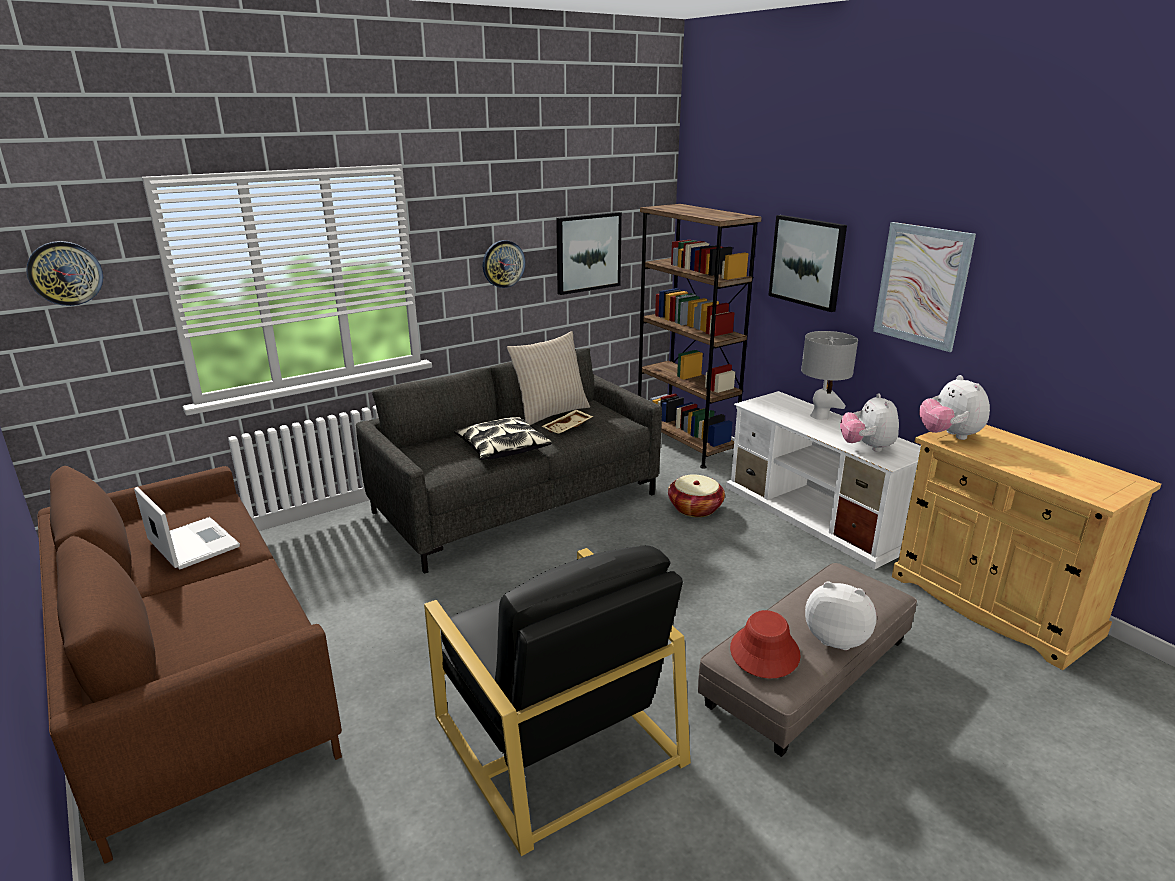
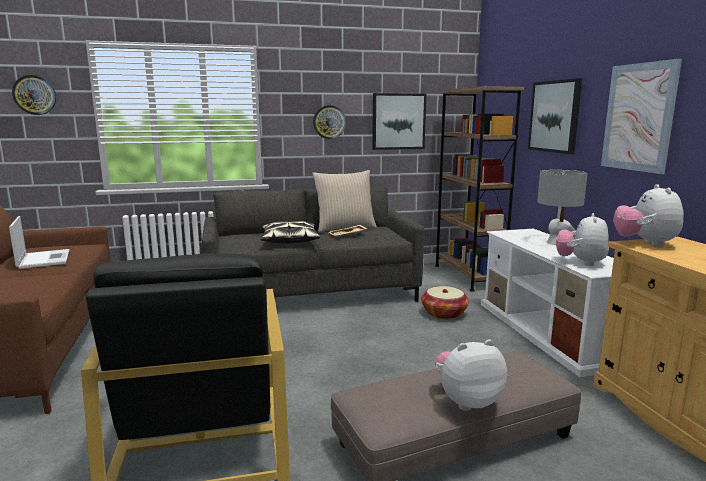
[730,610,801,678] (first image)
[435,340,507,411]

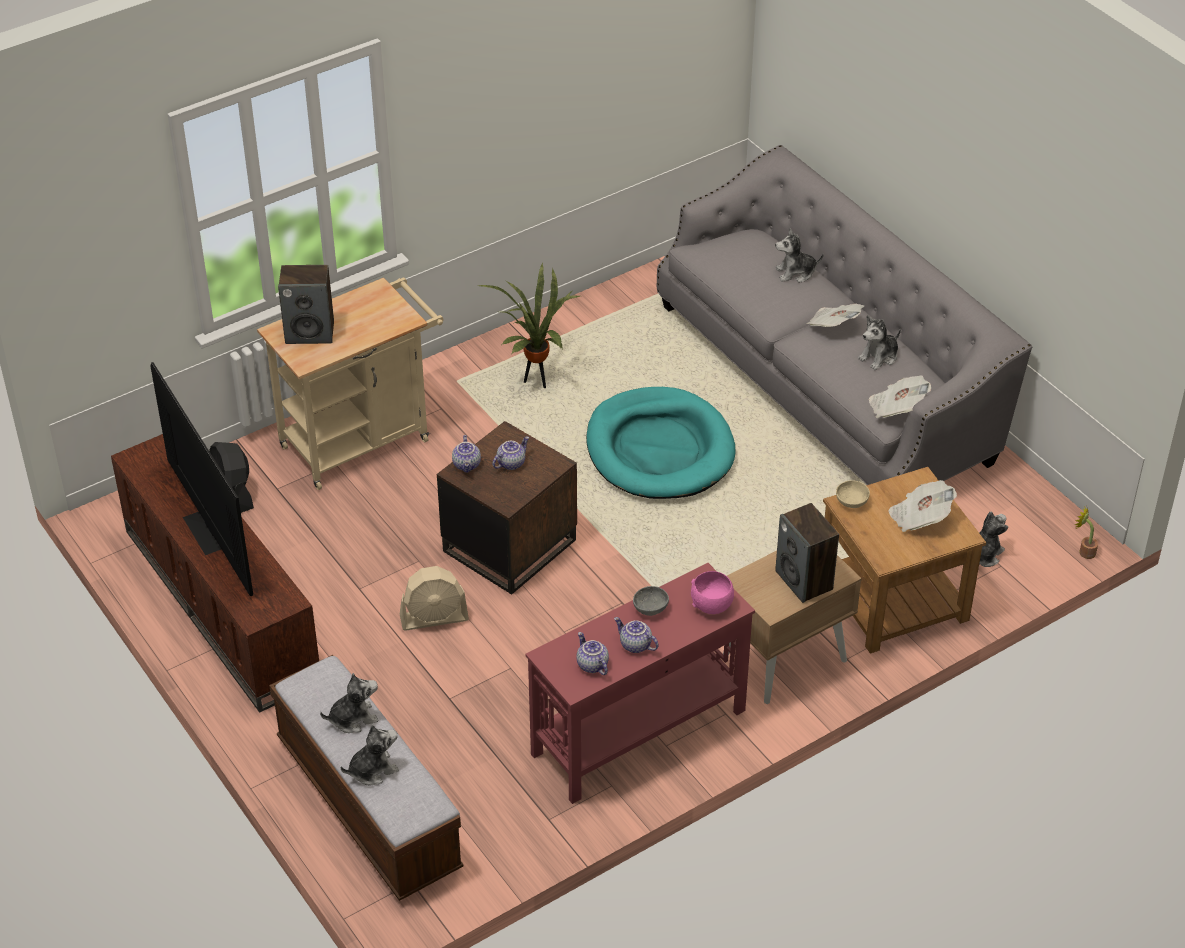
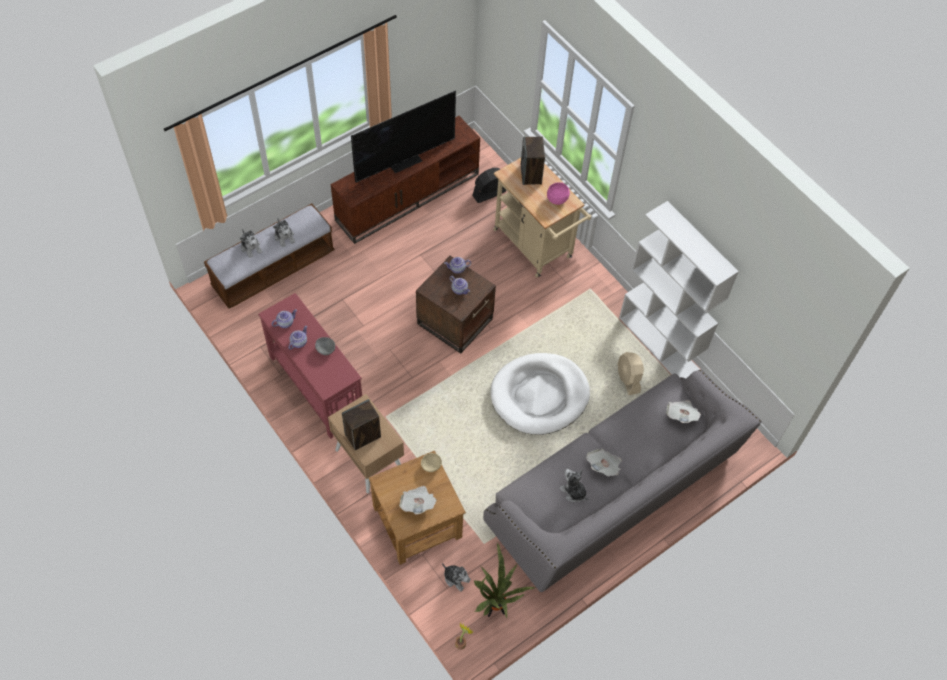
[617,352,644,395]
[473,543,535,618]
[490,353,590,435]
[547,182,570,205]
[775,228,823,283] (first image)
[666,400,701,423]
[619,201,739,378]

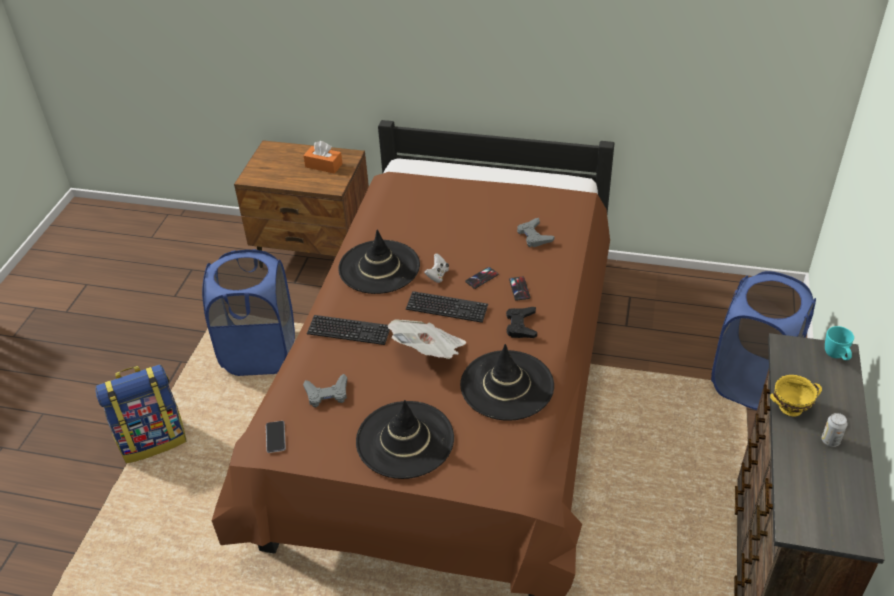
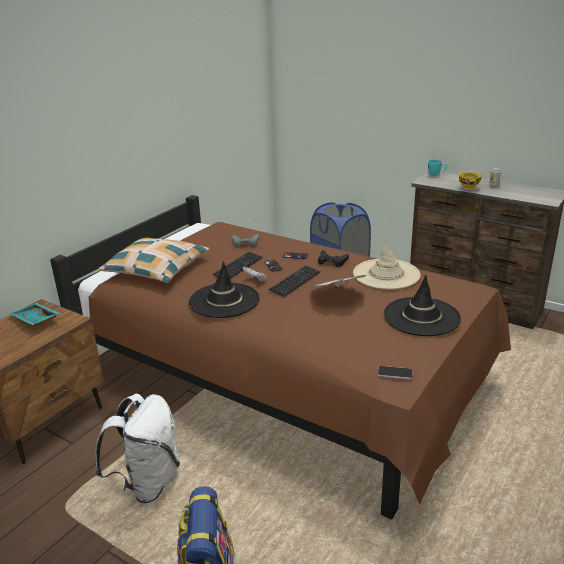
[95,394,180,503]
[9,303,60,325]
[303,374,347,407] (first image)
[213,252,263,279]
[353,238,421,290]
[98,238,209,283]

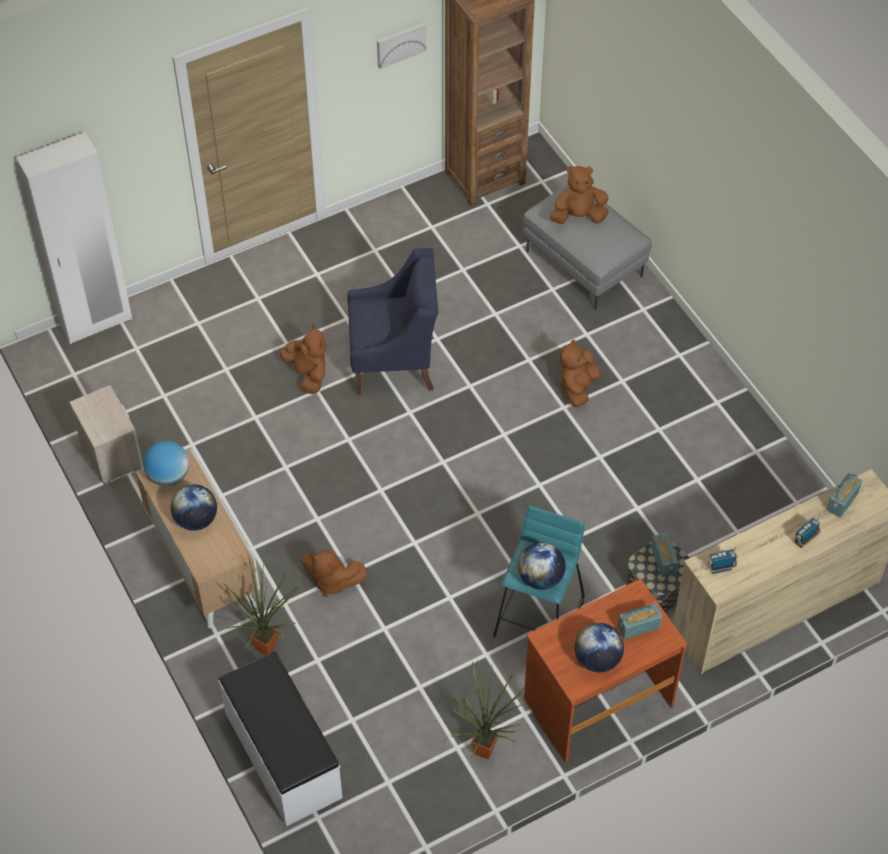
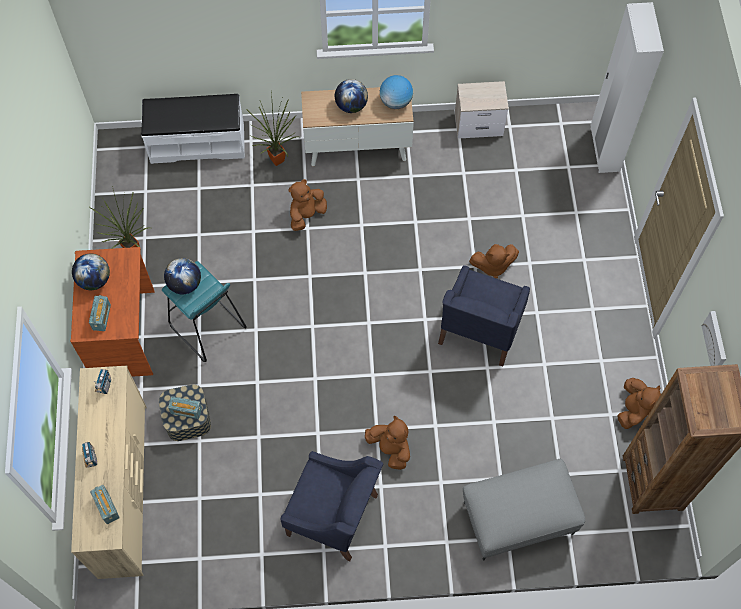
[617,378,661,429]
[281,451,383,561]

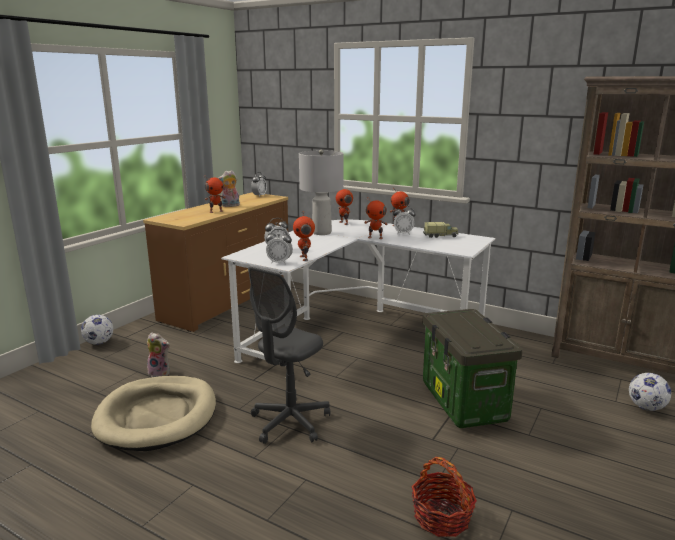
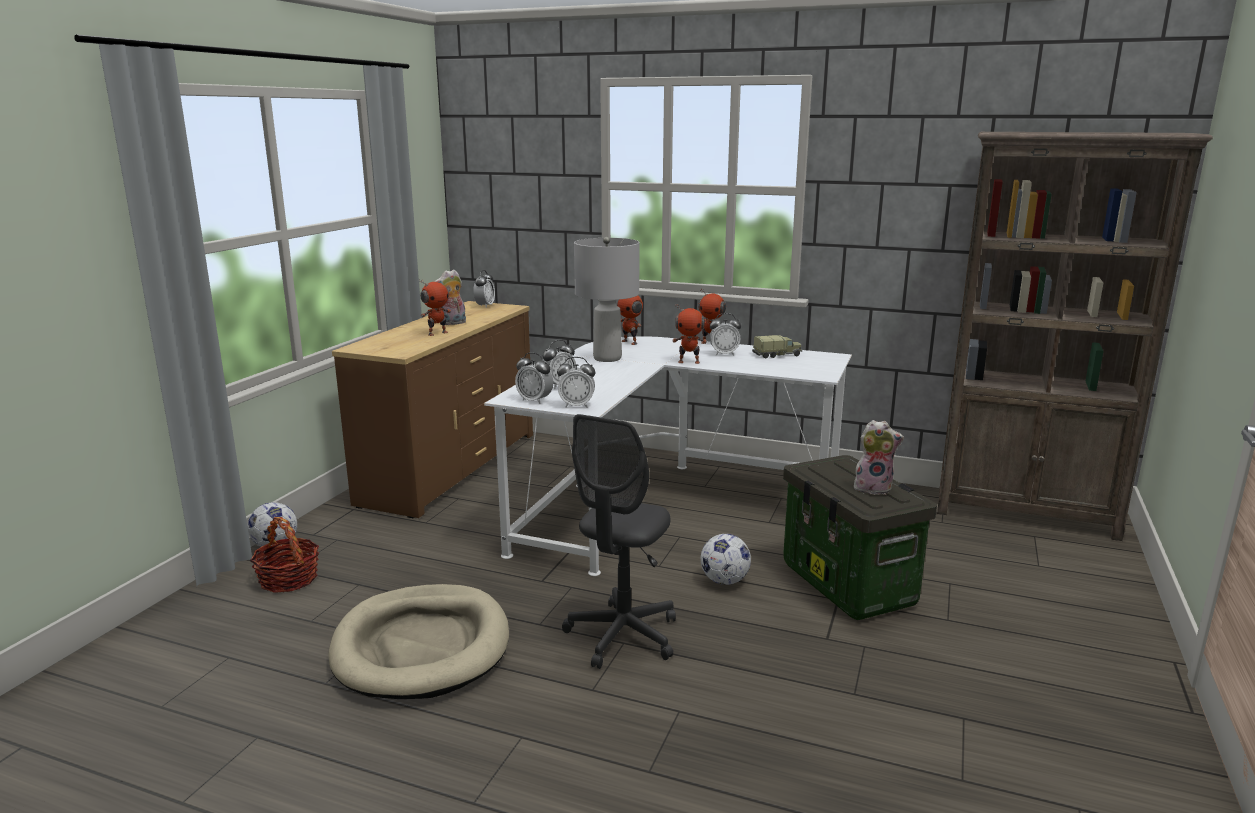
[854,420,904,495]
[293,212,315,261] (first image)
[250,517,319,593]
[701,534,751,585]
[515,352,553,404]

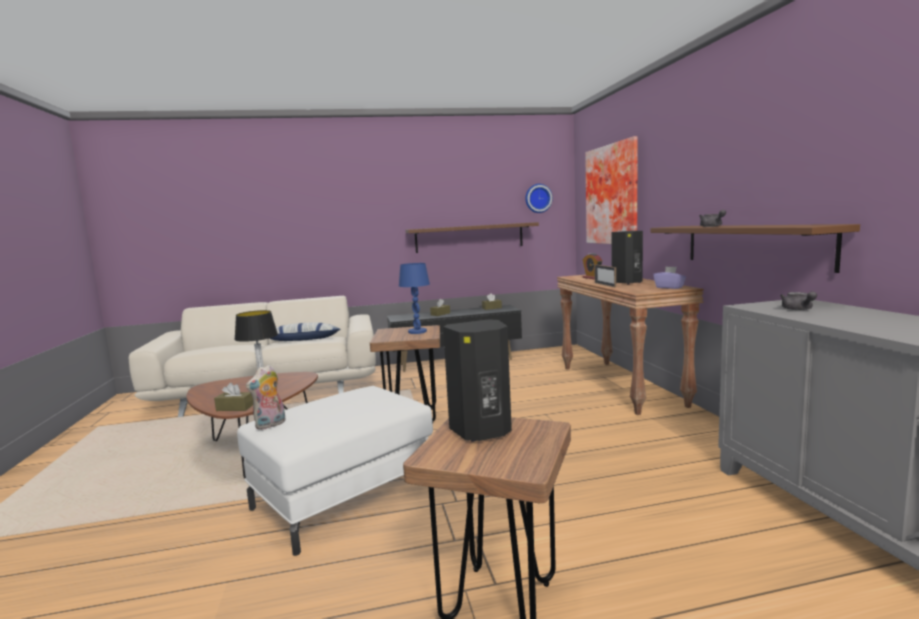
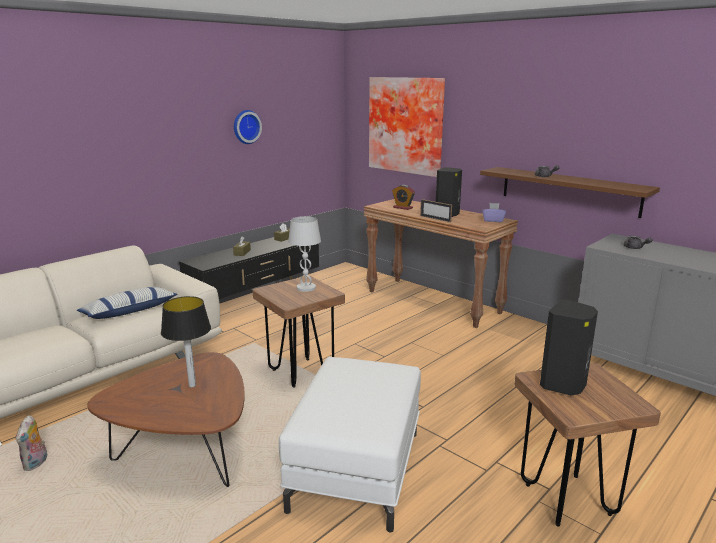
[214,383,253,411] (first image)
[16,415,47,471]
[288,216,321,292]
[405,222,539,253] (first image)
[234,110,262,144]

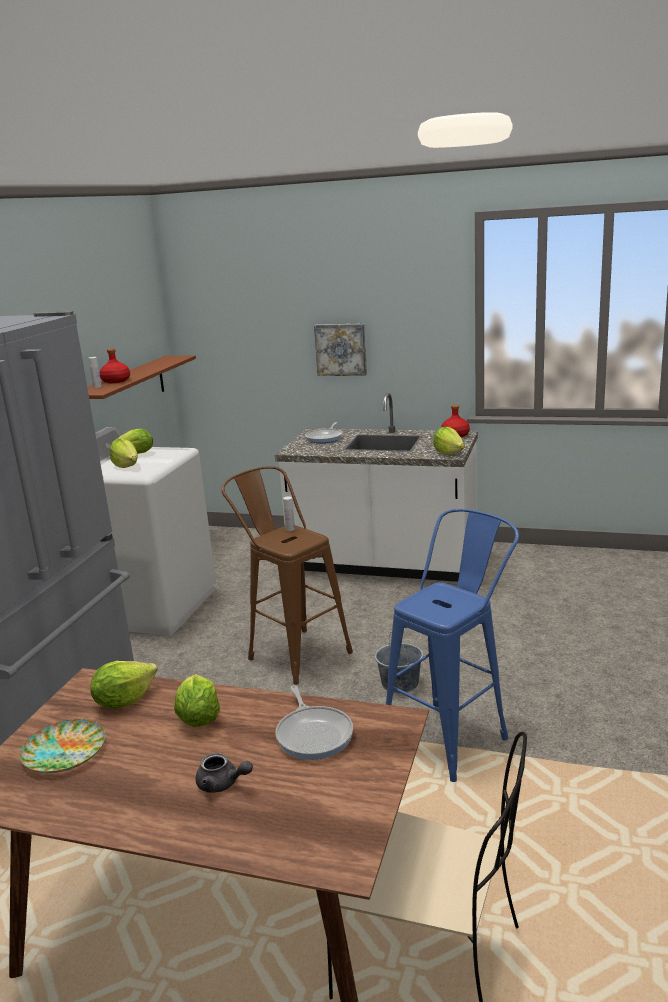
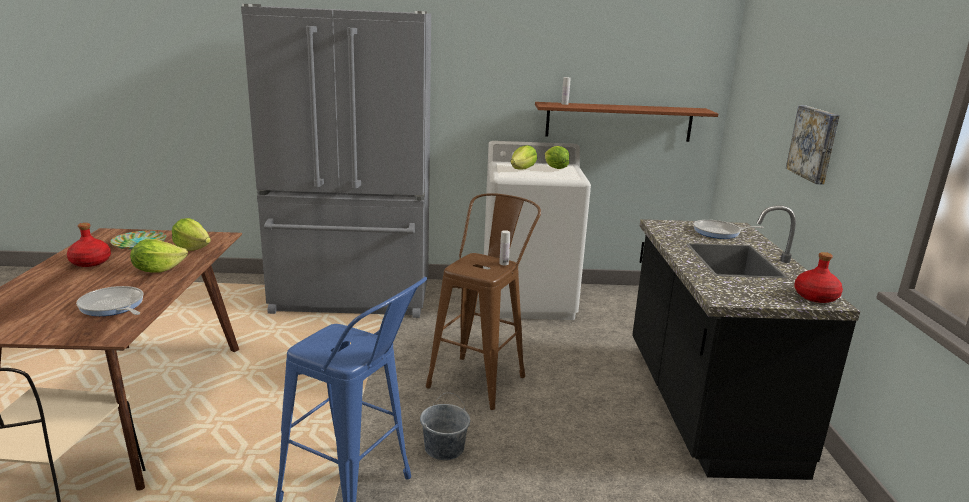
[67,223,111,267]
[195,753,253,793] (first image)
[632,205,860,480]
[76,286,143,316]
[433,427,465,455] (first image)

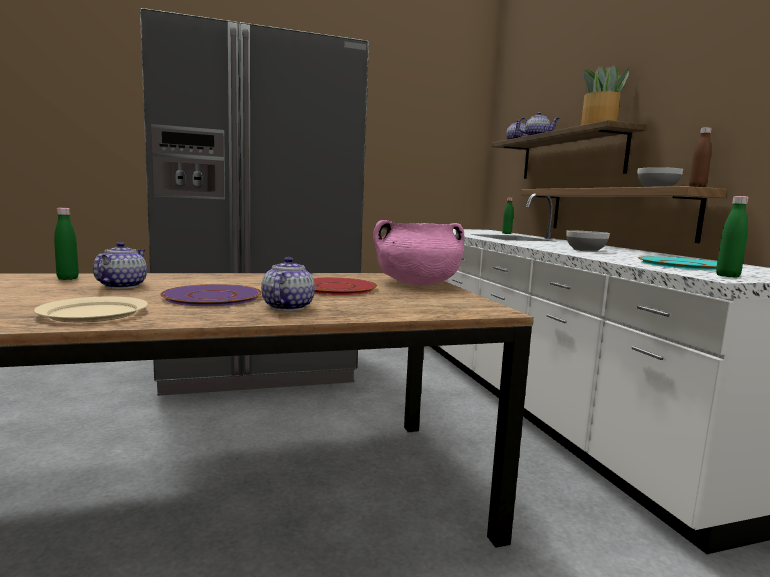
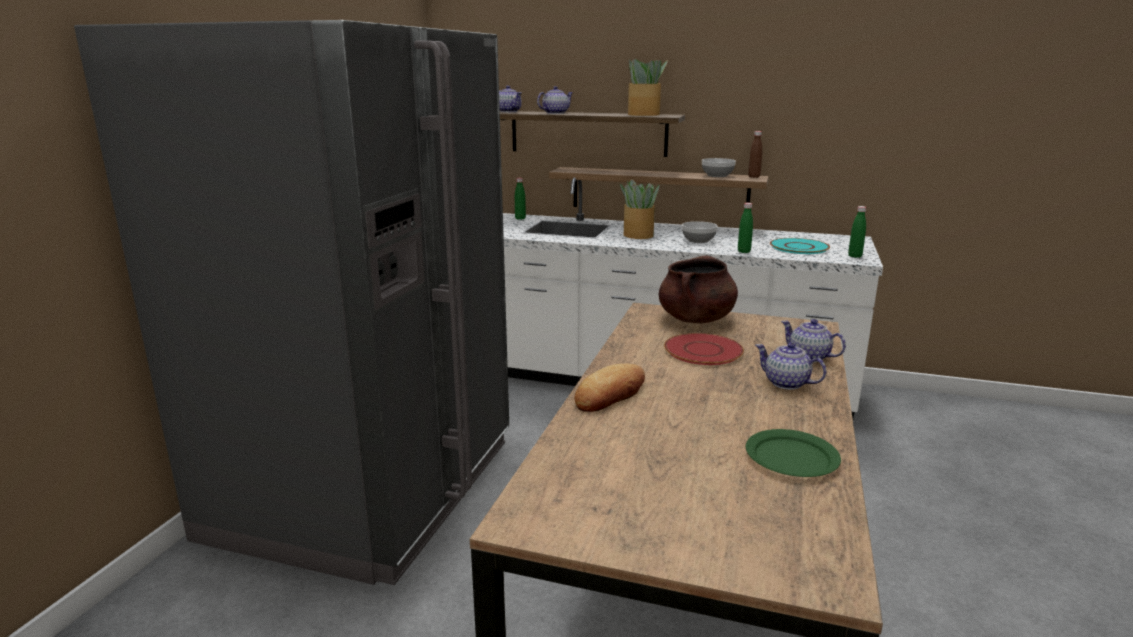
[746,429,841,477]
[738,203,753,253]
[781,319,846,362]
[160,284,262,306] (first image)
[659,255,738,323]
[574,363,645,412]
[620,179,660,239]

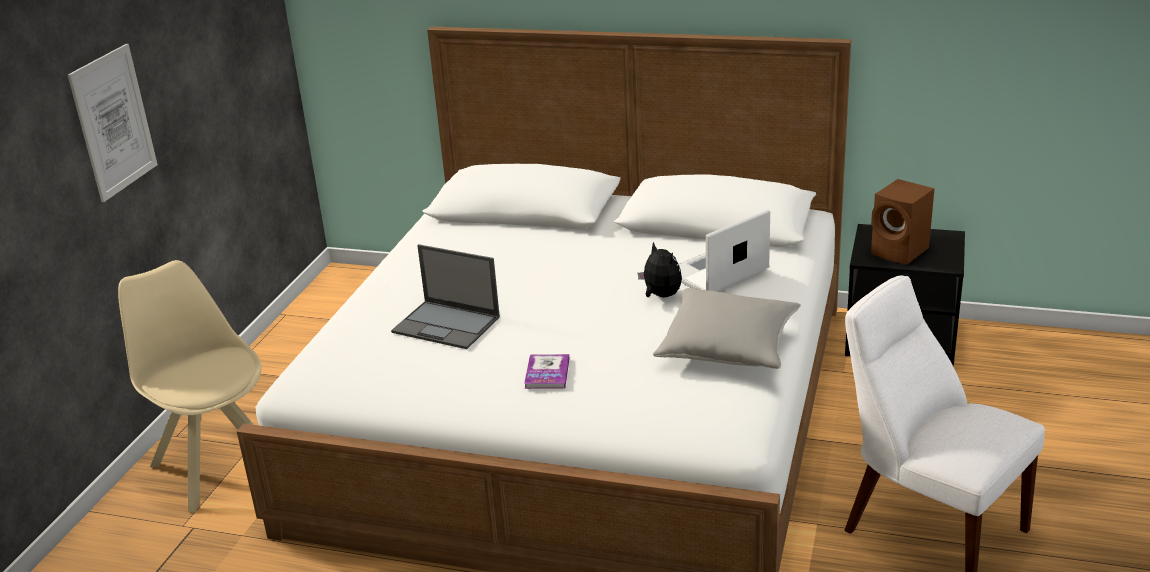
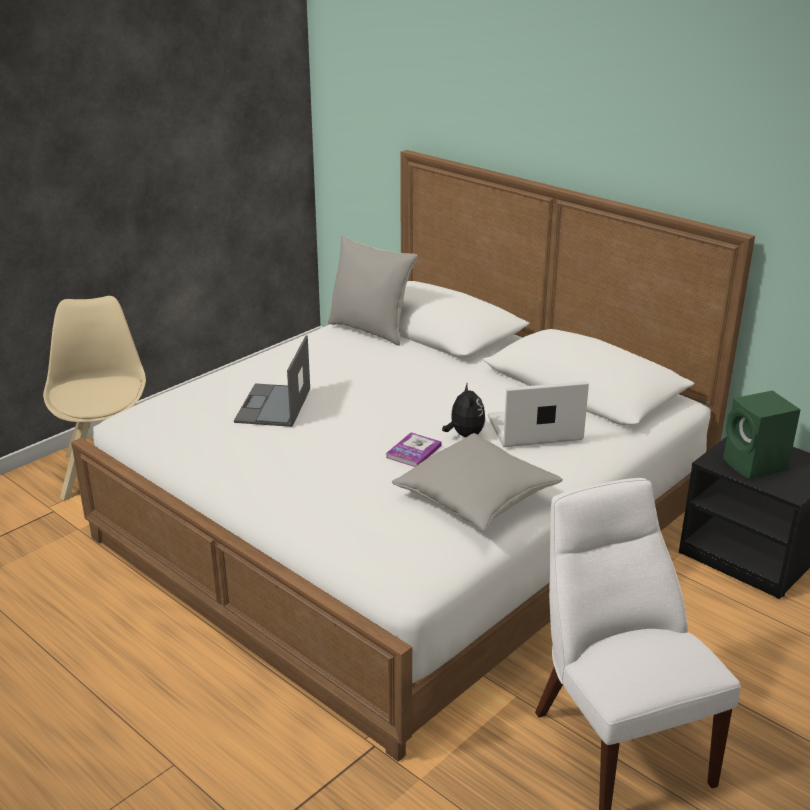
[68,44,158,202] (first image)
[234,335,310,427]
[386,432,442,467]
[723,390,801,479]
[328,235,418,346]

